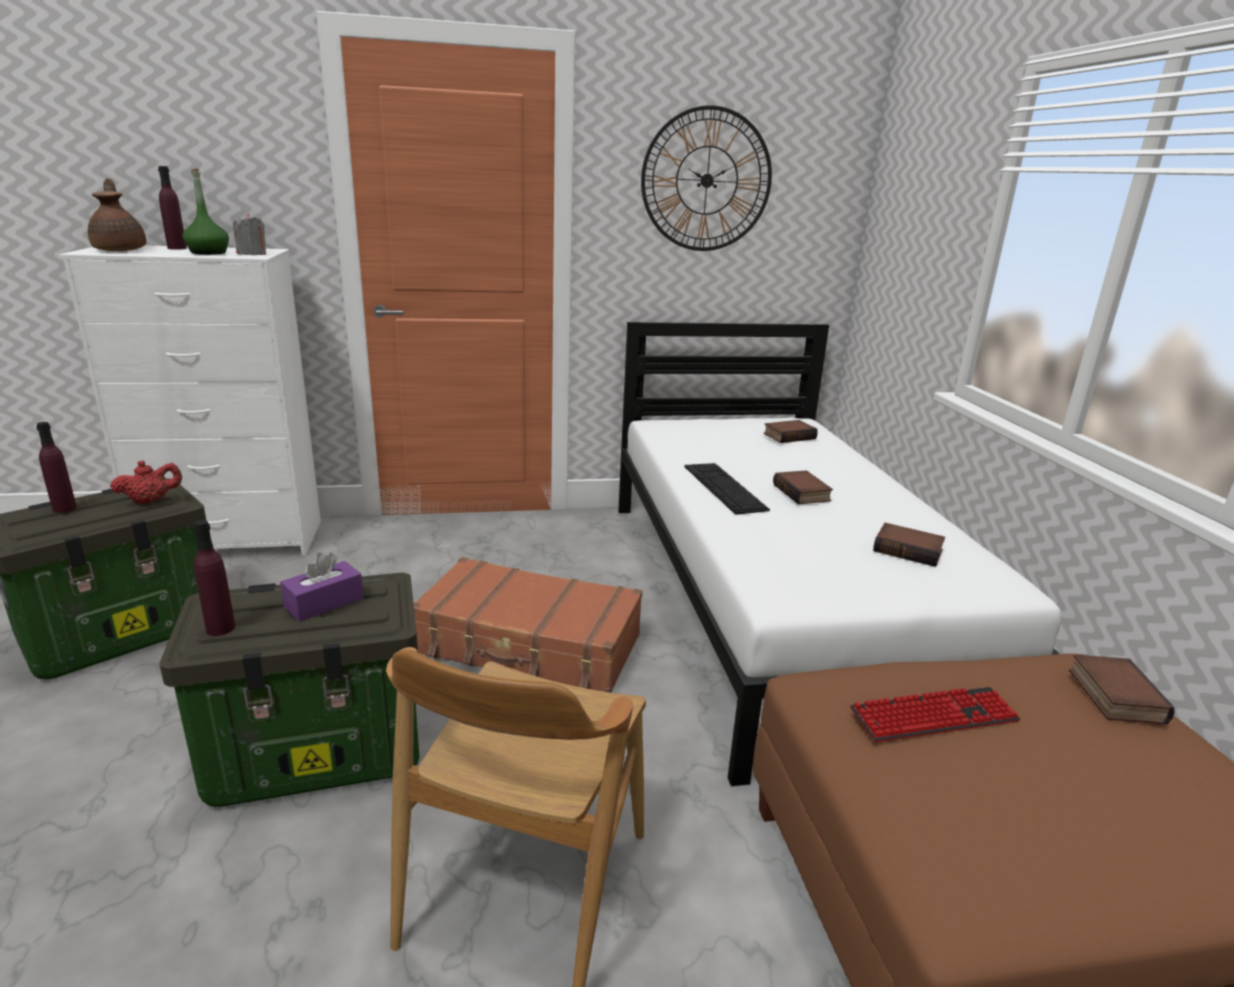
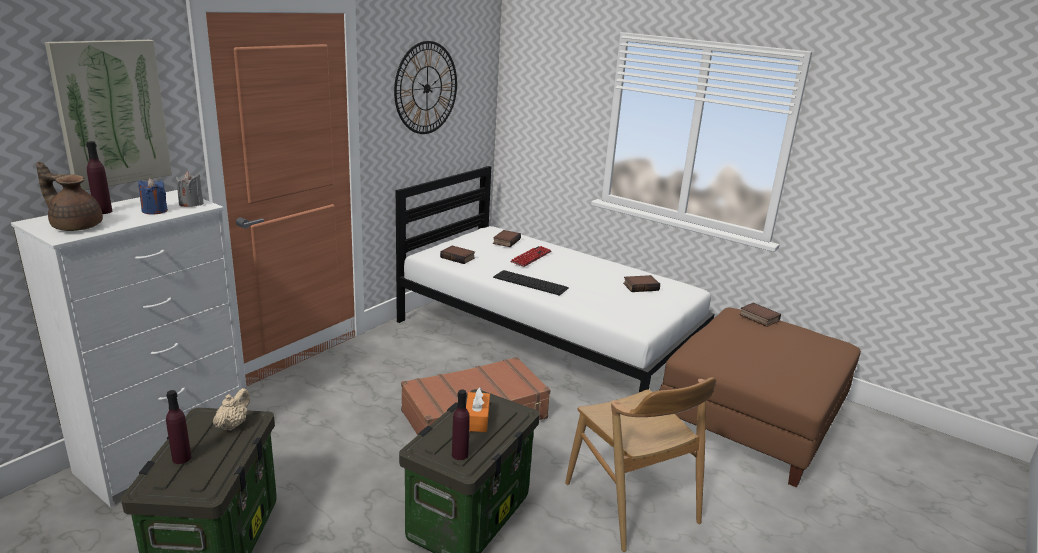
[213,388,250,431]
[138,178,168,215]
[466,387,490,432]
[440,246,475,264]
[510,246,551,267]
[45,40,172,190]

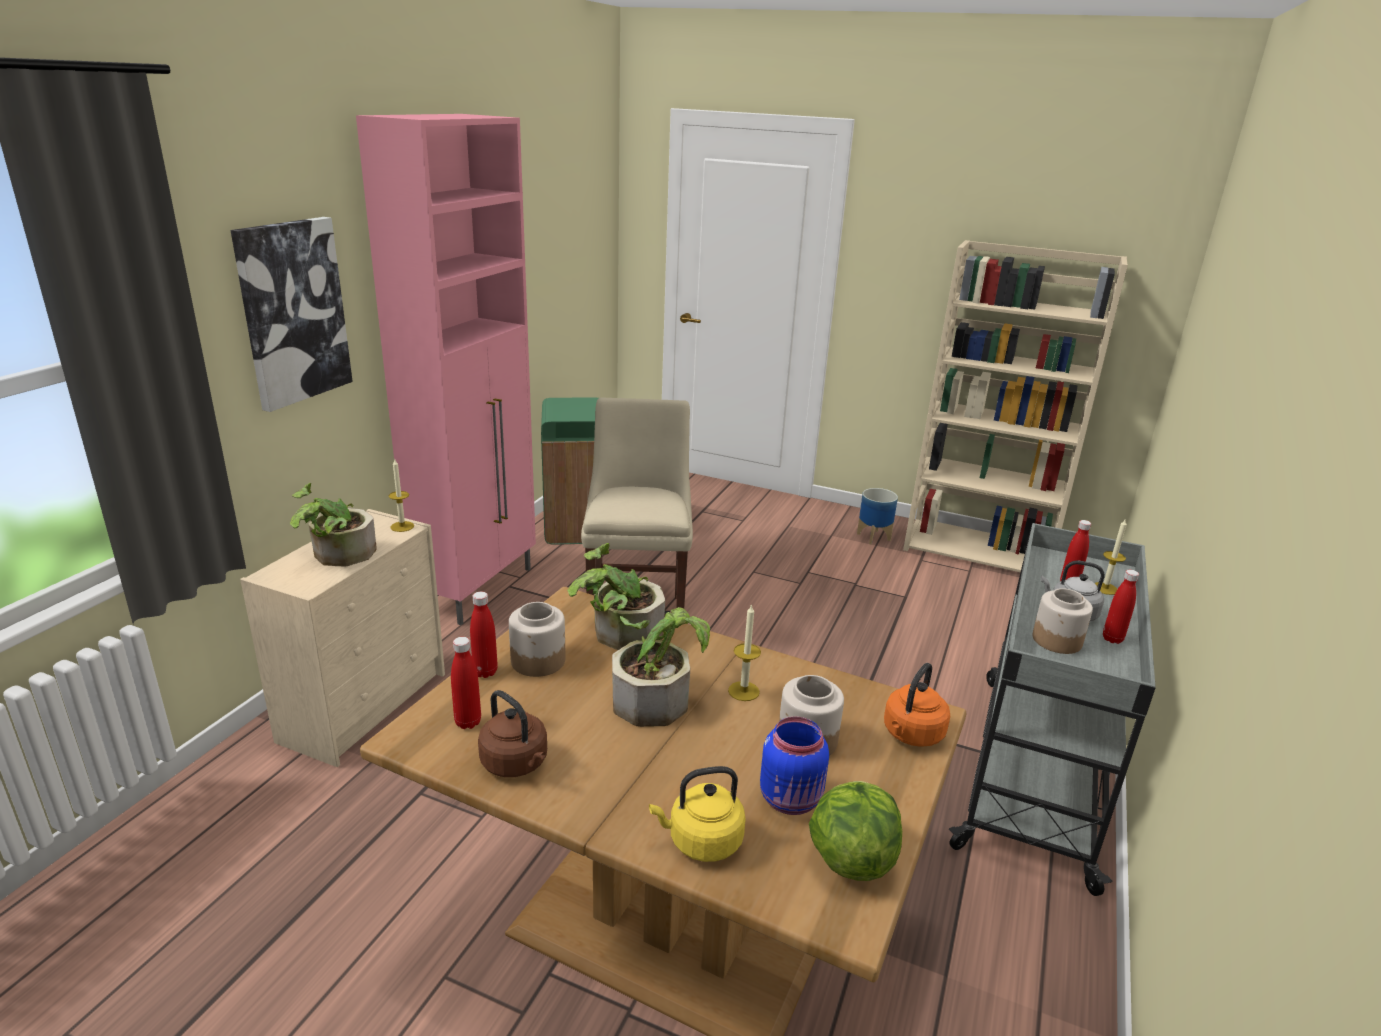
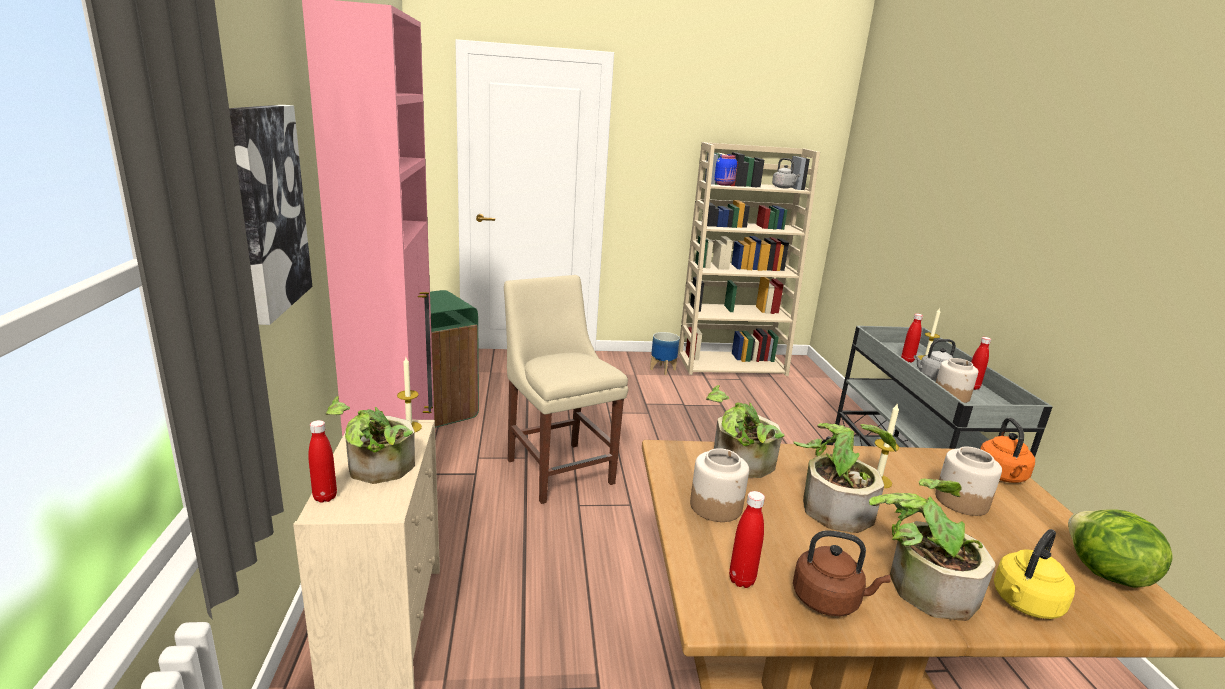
[308,420,337,503]
[714,154,737,186]
[772,158,801,189]
[869,478,996,621]

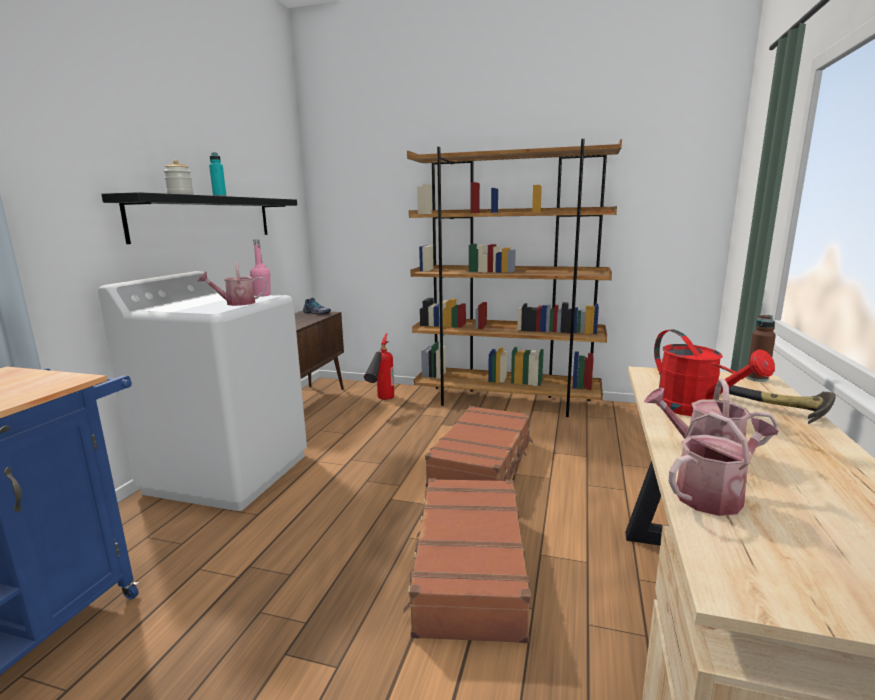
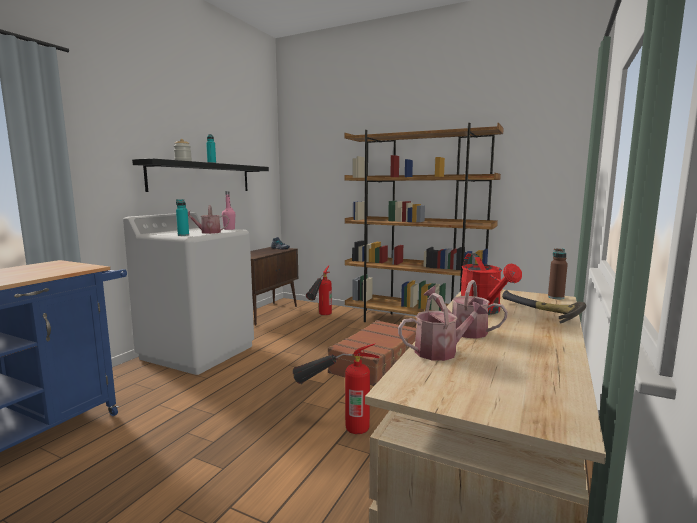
[293,343,379,434]
[176,199,189,236]

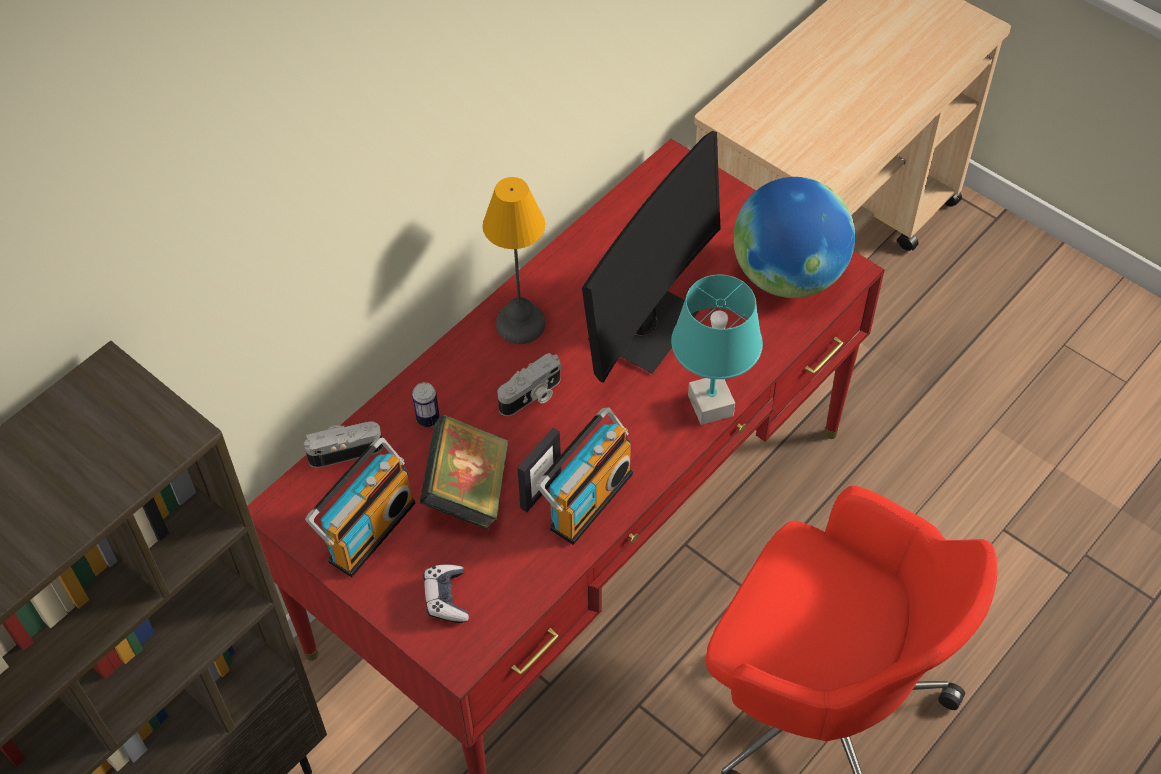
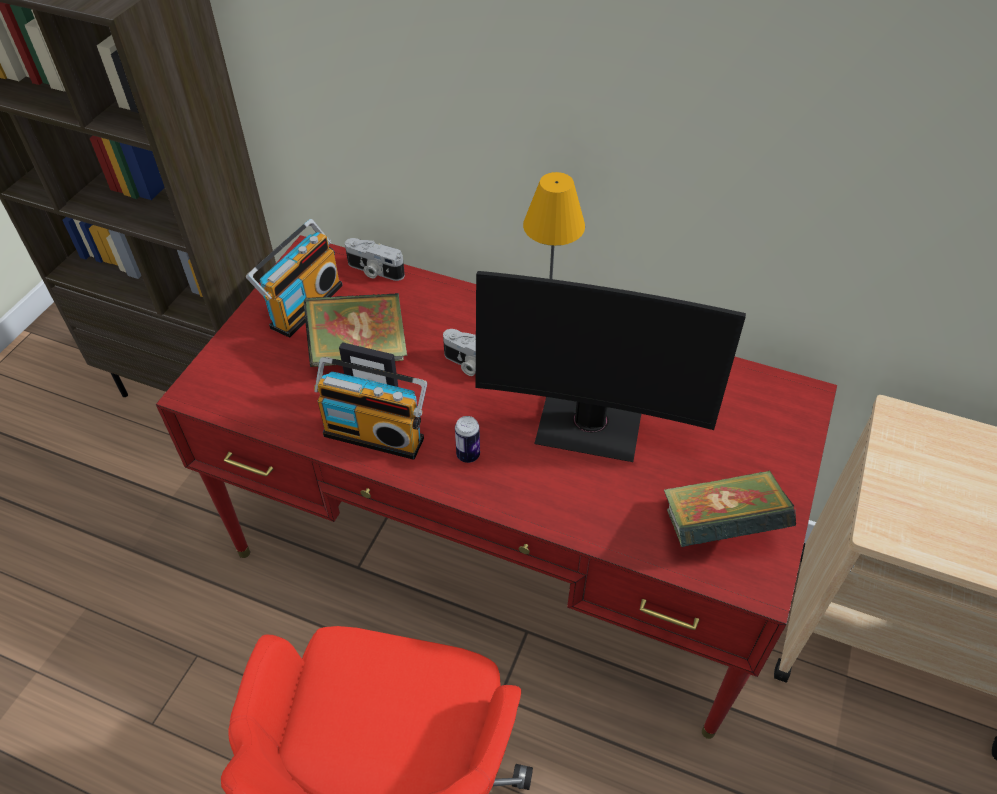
[345,238,405,281]
[246,219,342,338]
[455,416,480,463]
[423,565,469,623] (first image)
[671,275,763,425] (first image)
[664,470,796,547]

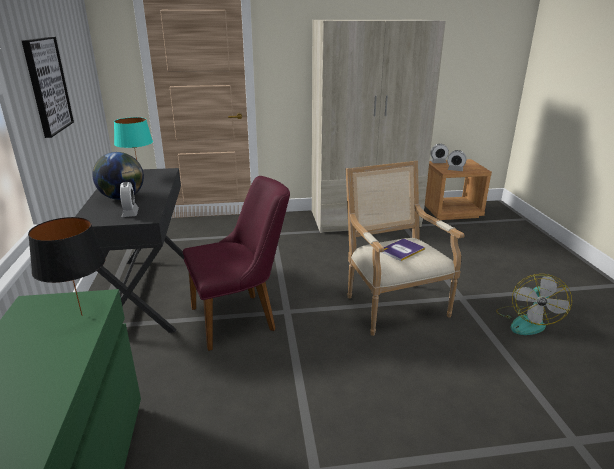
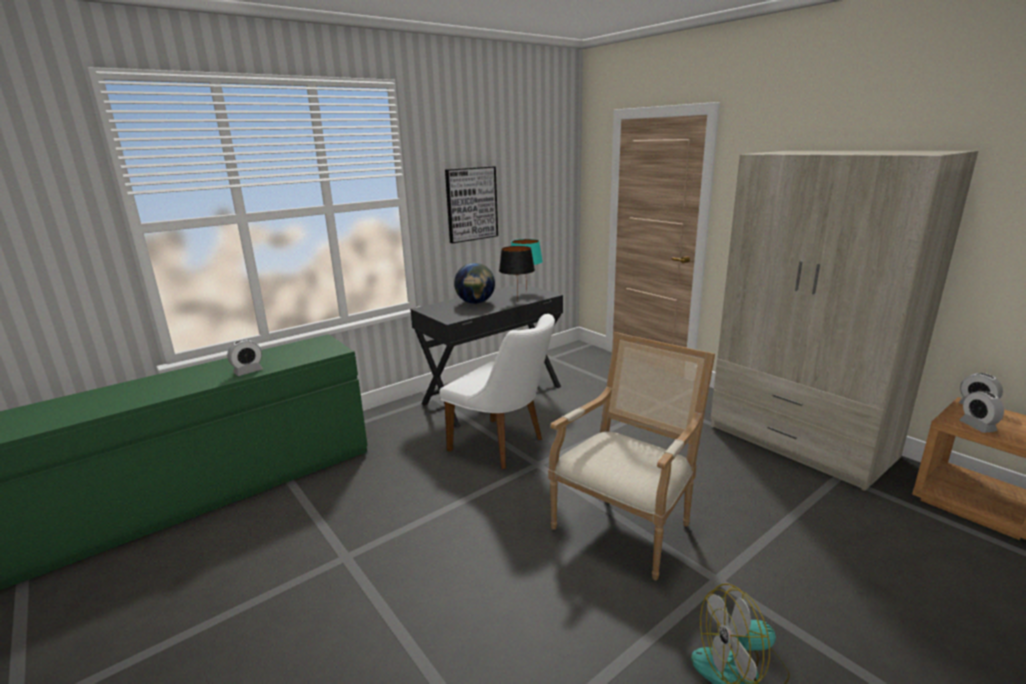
[499,246,535,302]
[227,339,263,376]
[439,314,555,469]
[382,239,425,261] (first image)

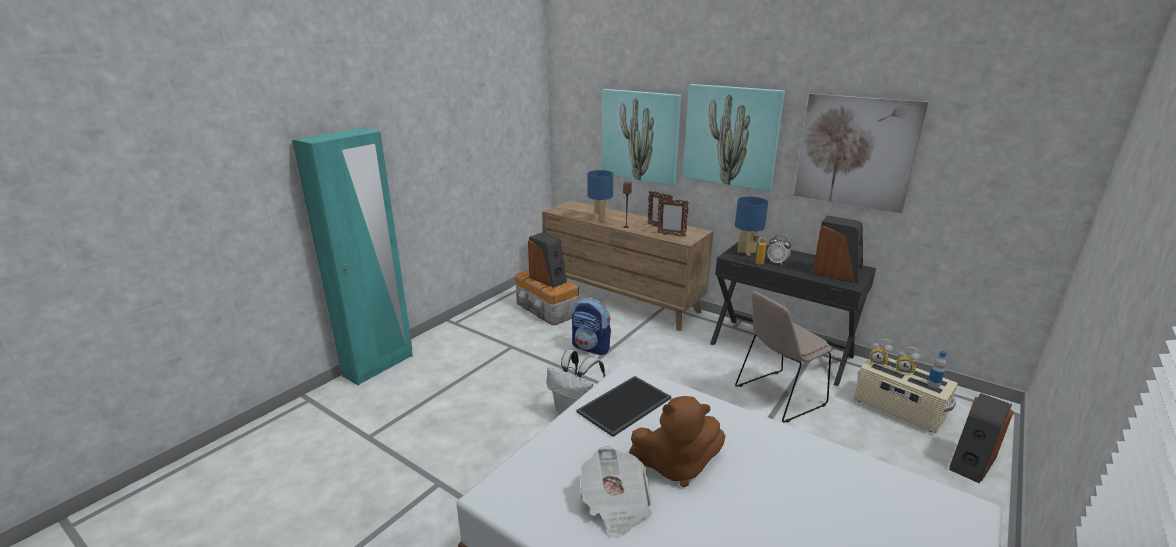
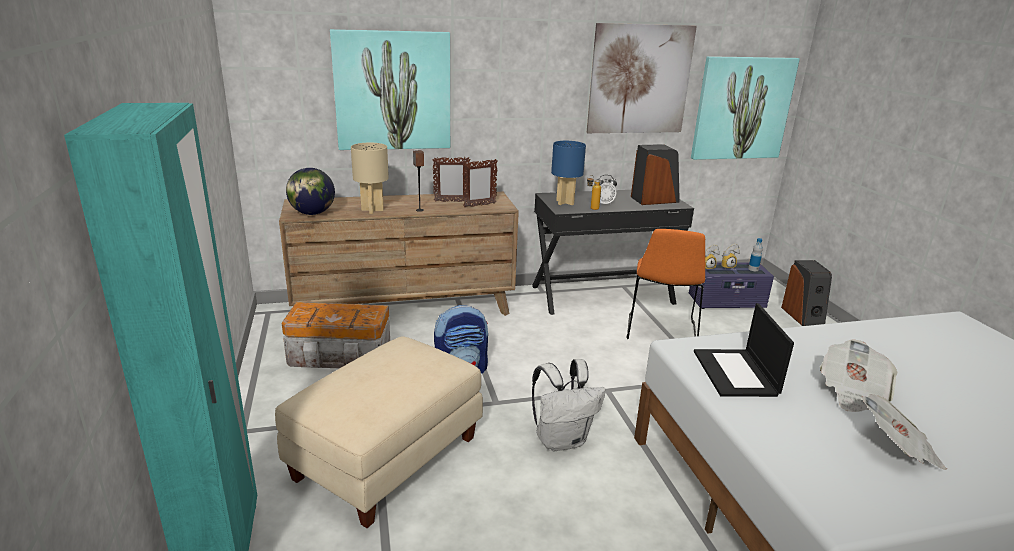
[528,232,567,288] (first image)
[694,303,794,397]
[351,143,389,214]
[820,339,897,412]
[691,56,800,160]
[626,229,705,339]
[689,263,774,309]
[275,336,483,528]
[286,168,335,215]

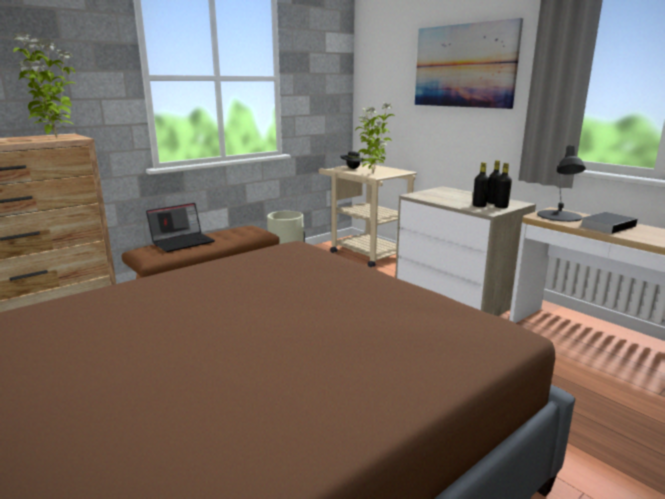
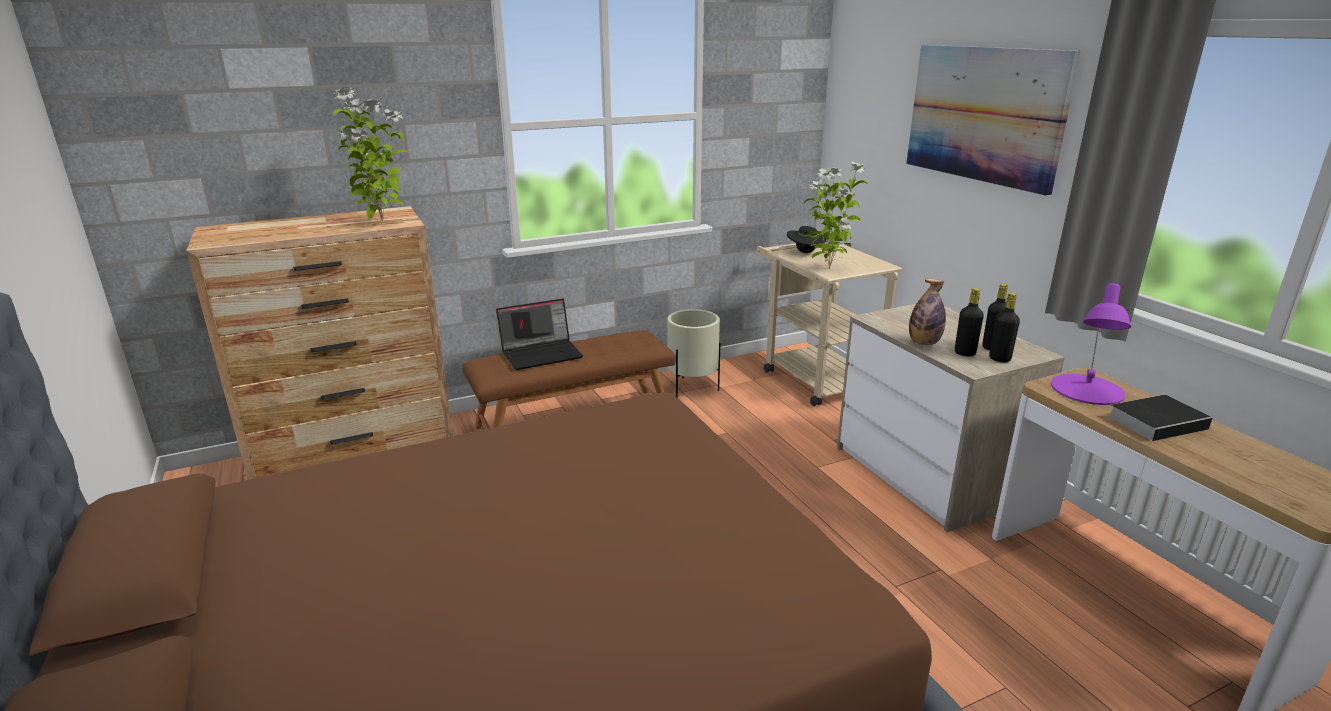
[1051,283,1131,405]
[909,279,946,345]

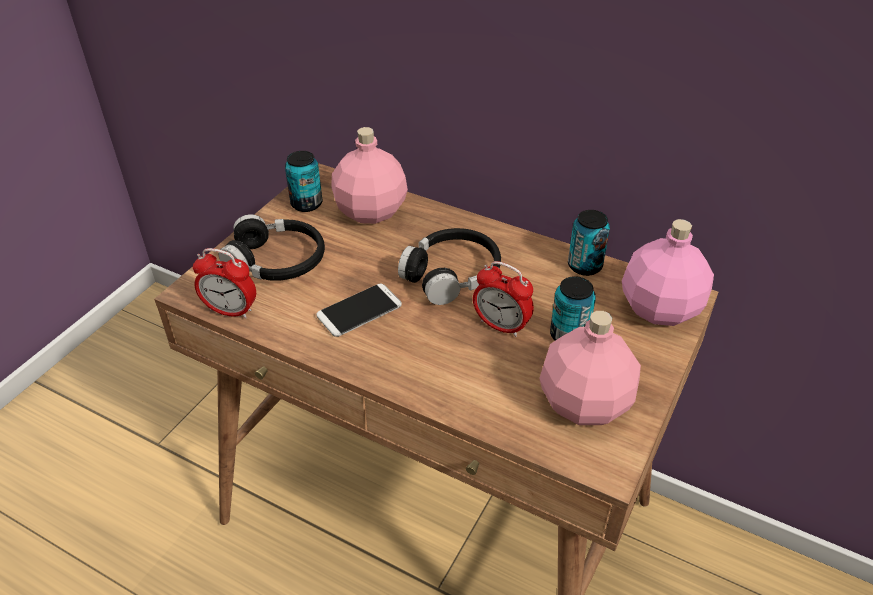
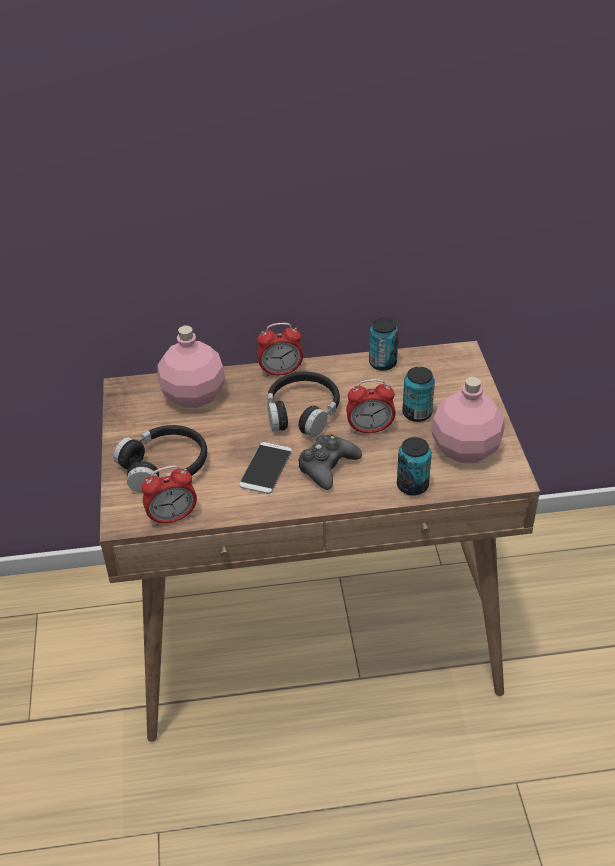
[397,437,432,496]
[622,219,714,326] (first image)
[257,323,303,377]
[298,434,362,490]

